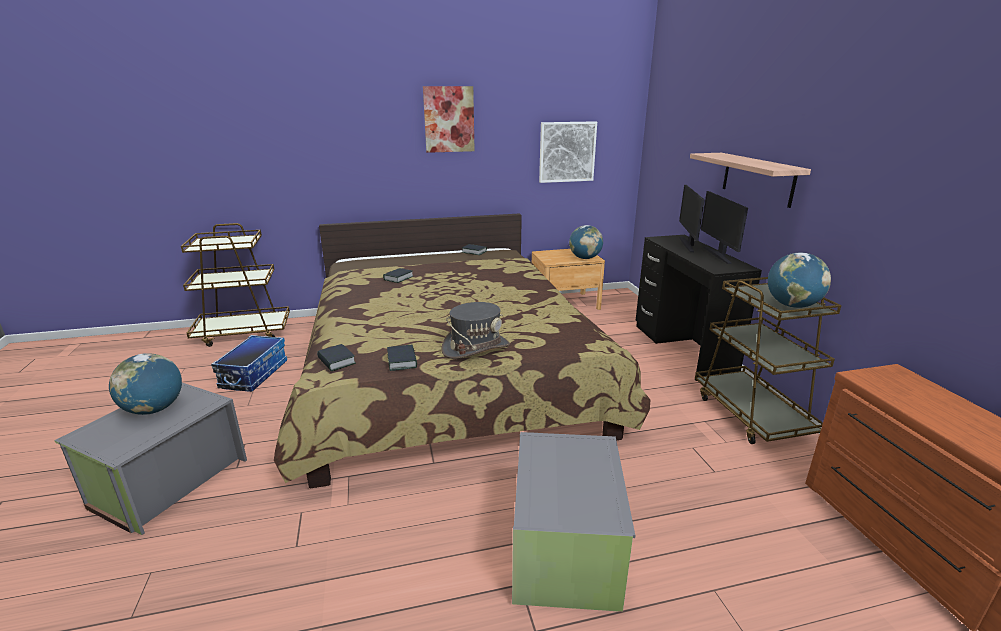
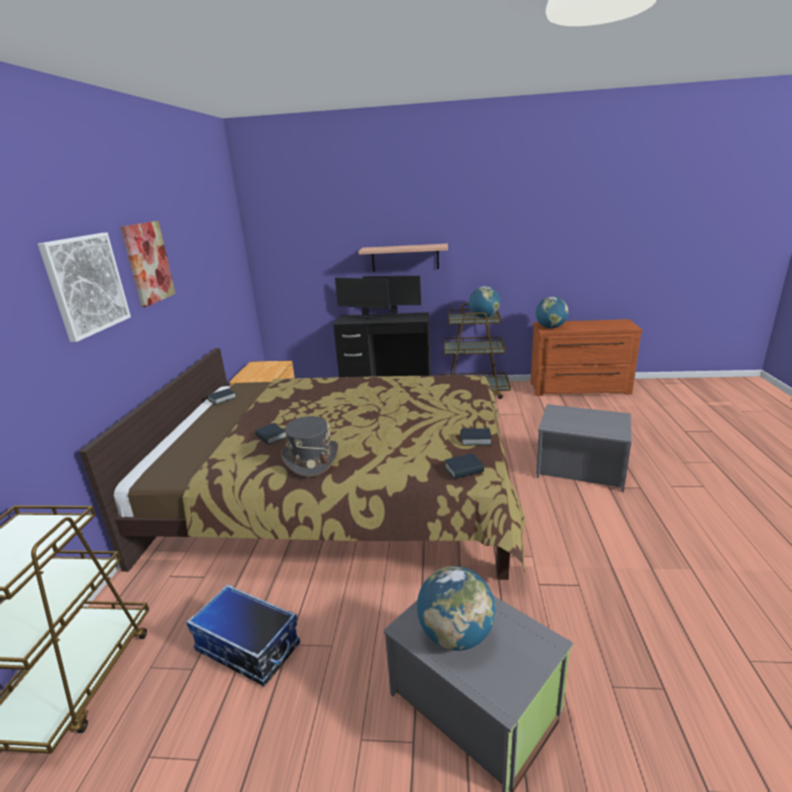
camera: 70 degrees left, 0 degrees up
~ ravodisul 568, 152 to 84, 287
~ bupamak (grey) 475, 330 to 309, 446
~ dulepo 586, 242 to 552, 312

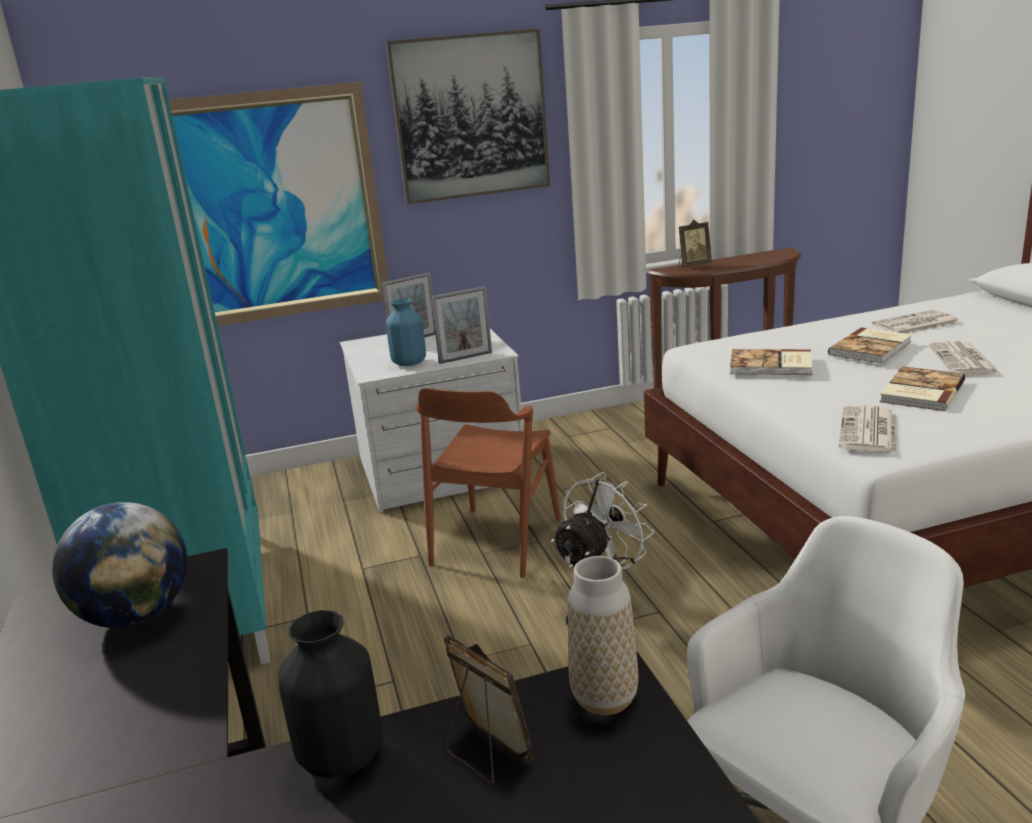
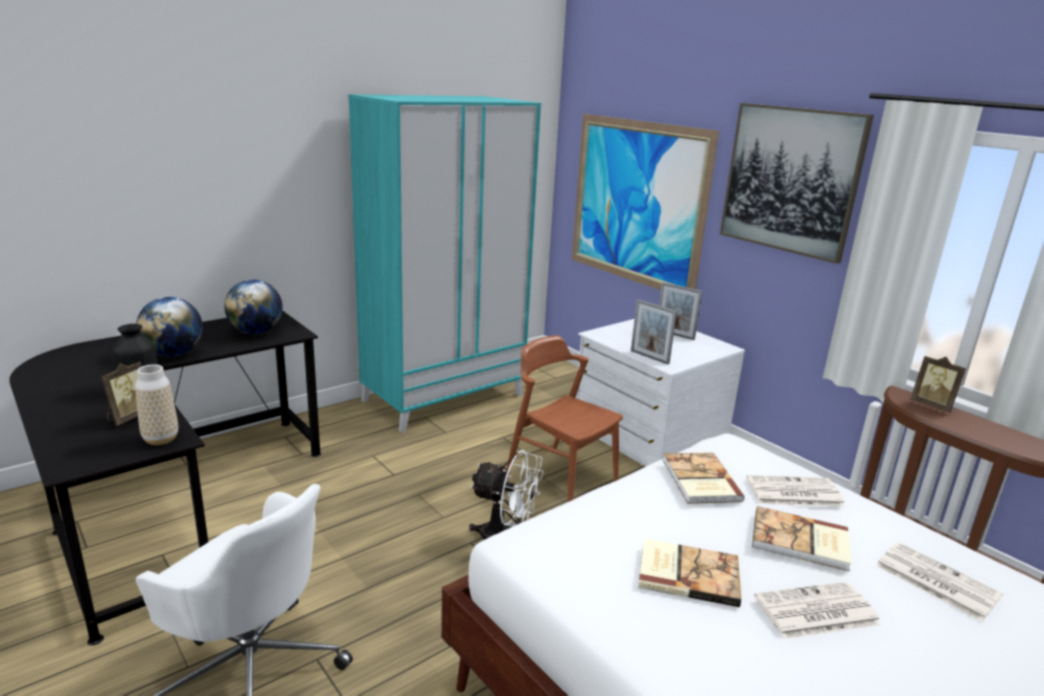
camera: 65 degrees right, 0 degrees up
+ dulepo 169, 327
~ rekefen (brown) 488, 483 = 564, 418 45 degrees clockwise
~ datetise 868, 429 to 795, 491
- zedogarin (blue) 406, 332

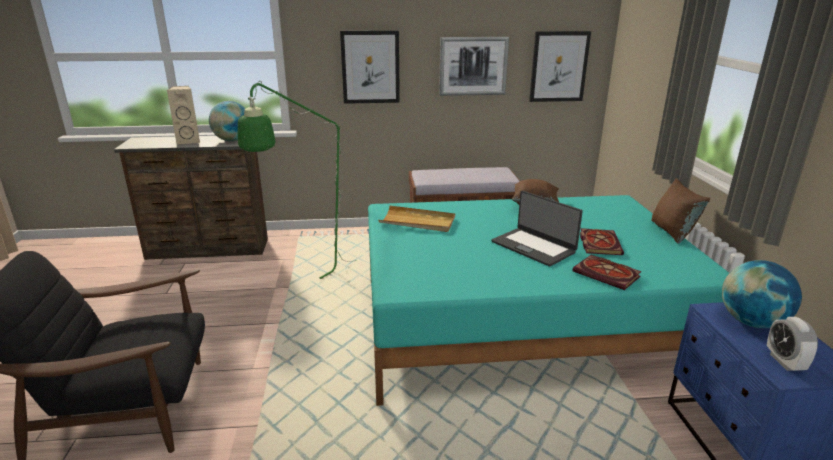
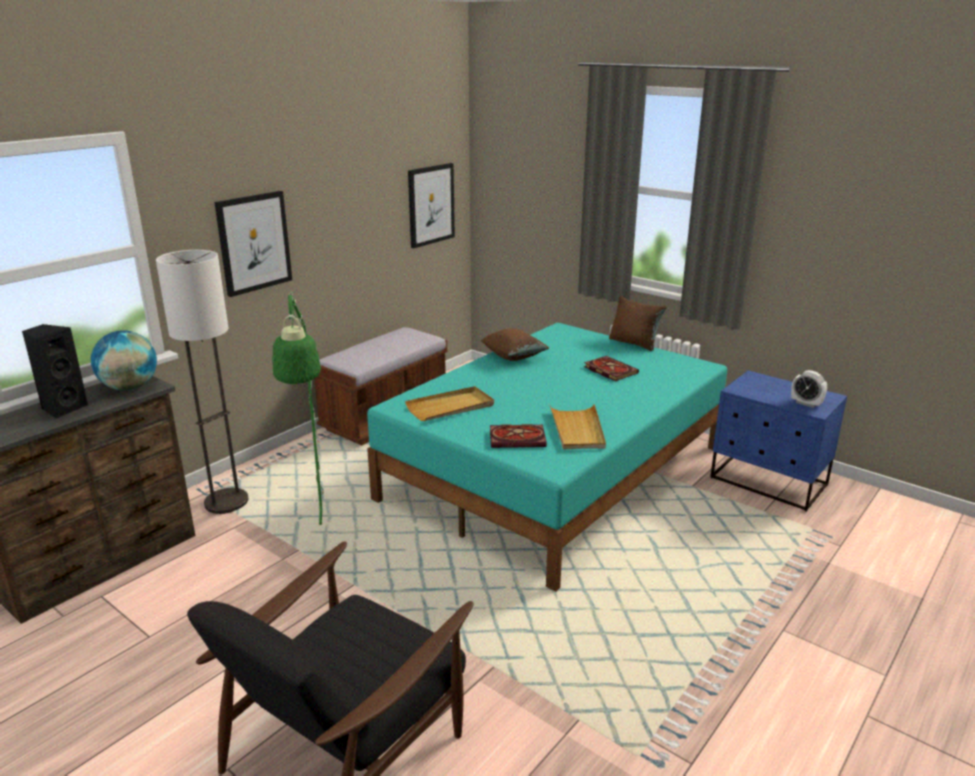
camera: 45 degrees left, 0 degrees up
~ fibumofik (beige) 183, 115 to fibumofik (black) 55, 371
+ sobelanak 202, 382
~ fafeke 607, 272 to 518, 436
+ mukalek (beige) 578, 426
- ravodisul 474, 66
- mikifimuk 537, 228
- dulepo 762, 294

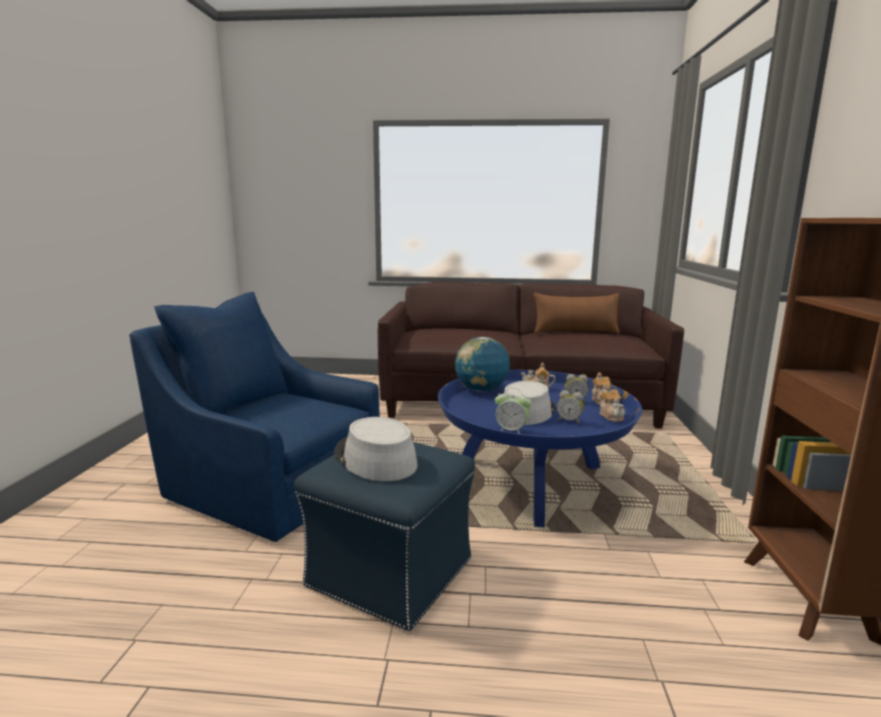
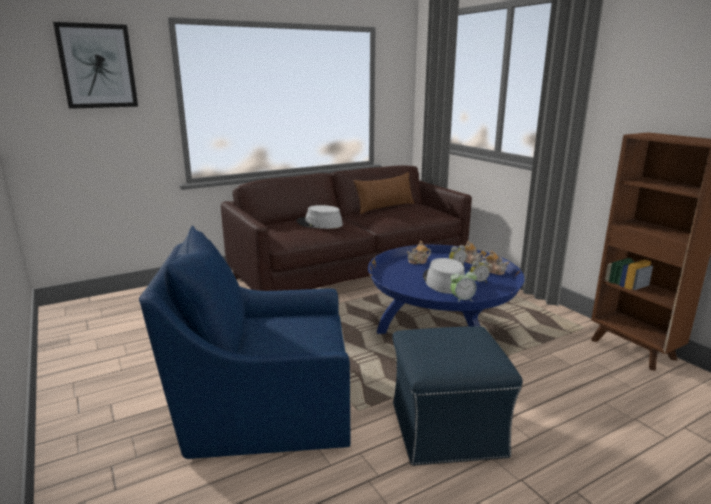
camera: 35 degrees left, 5 degrees up
+ ravodisul 95, 65
~ bupamak (grey) 375, 449 to 320, 217
- dulepo 482, 364

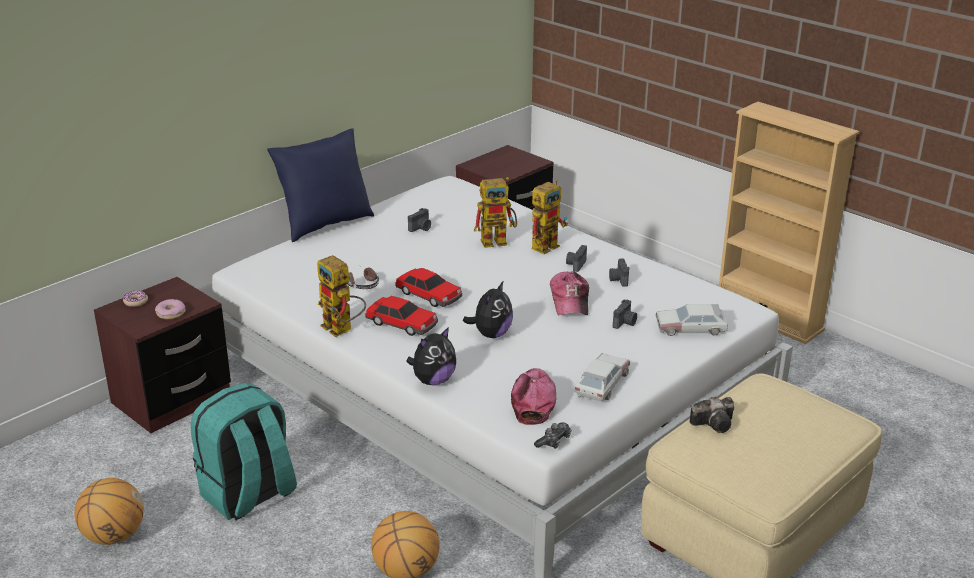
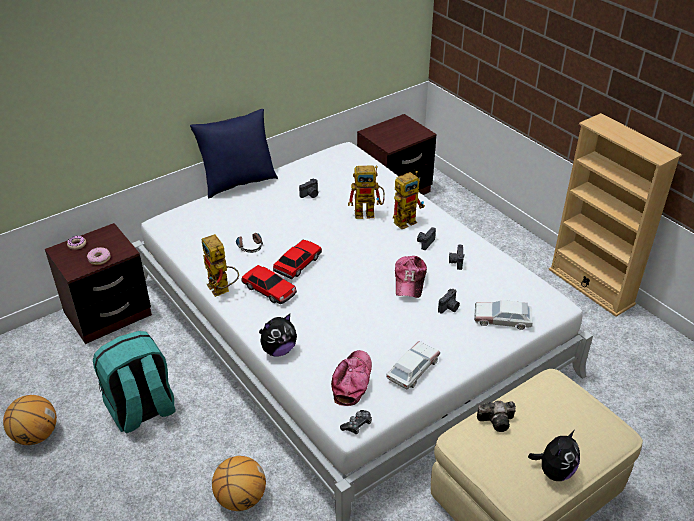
camera: 10 degrees right, 10 degrees up
~ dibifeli 428, 287 = 297, 259 105 degrees counterclockwise
~ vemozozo 488, 309 to 554, 455

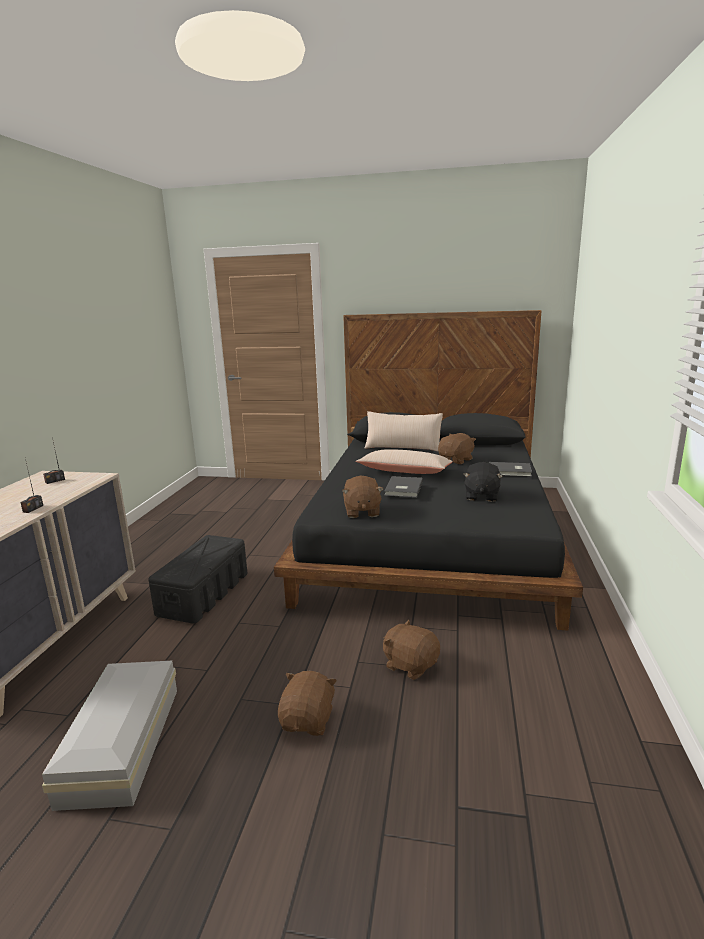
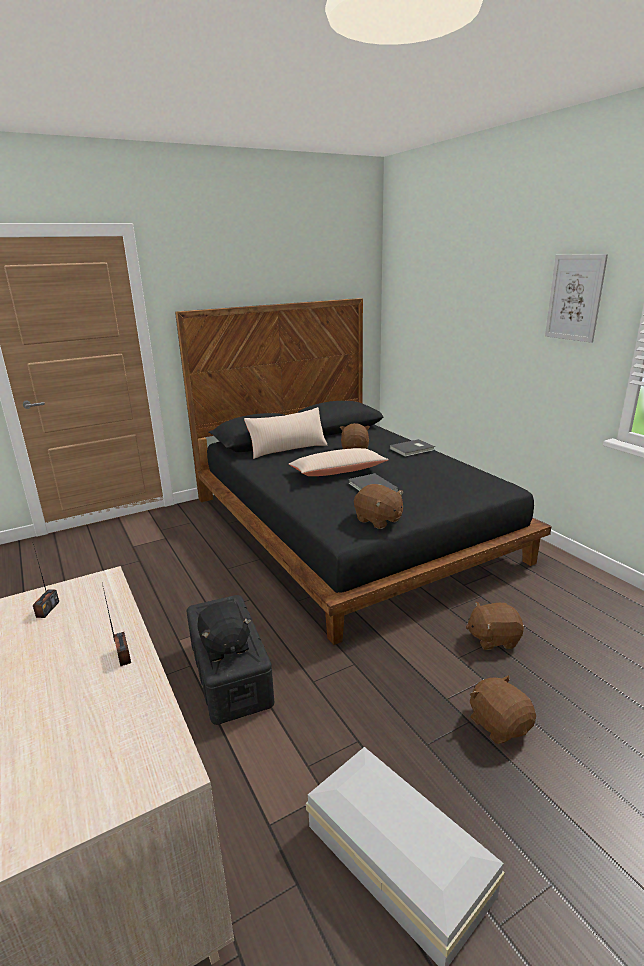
camera: 40 degrees left, 5 degrees up
~ vemozozo (black) 483, 482 to 224, 632
+ ravodisul 576, 298

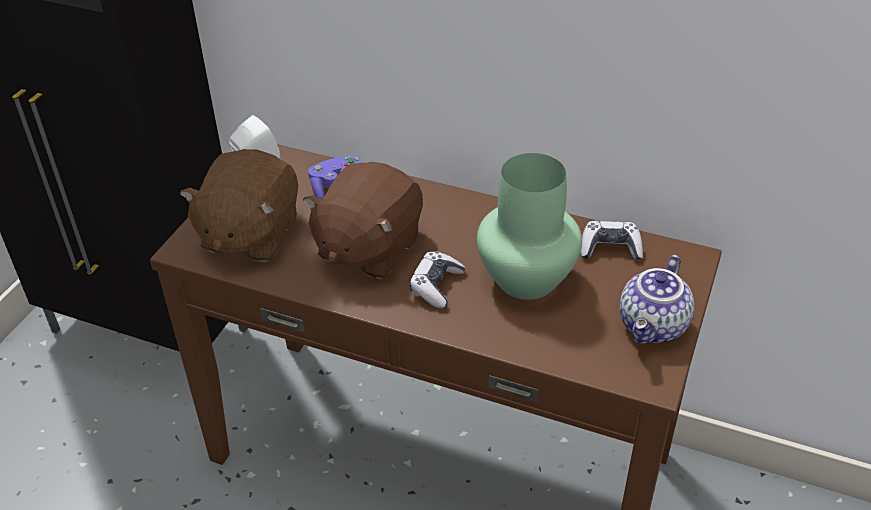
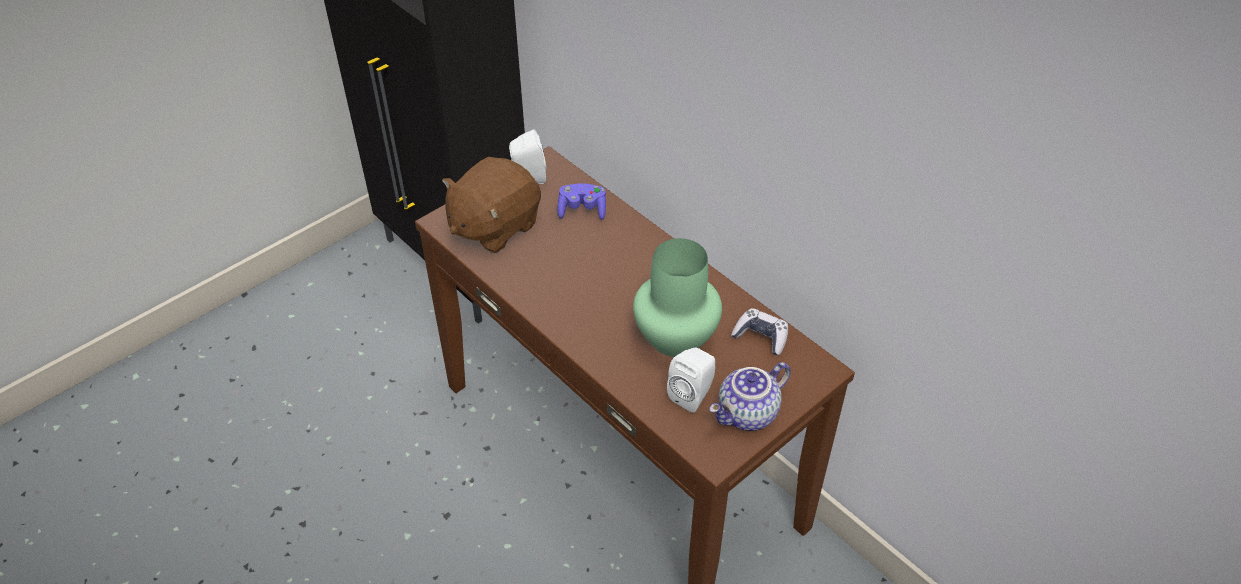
camera: 25 degrees right, 5 degrees up
+ fibumofik (white) 691, 380
- vemozozo (brown) 363, 220
- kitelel 437, 279

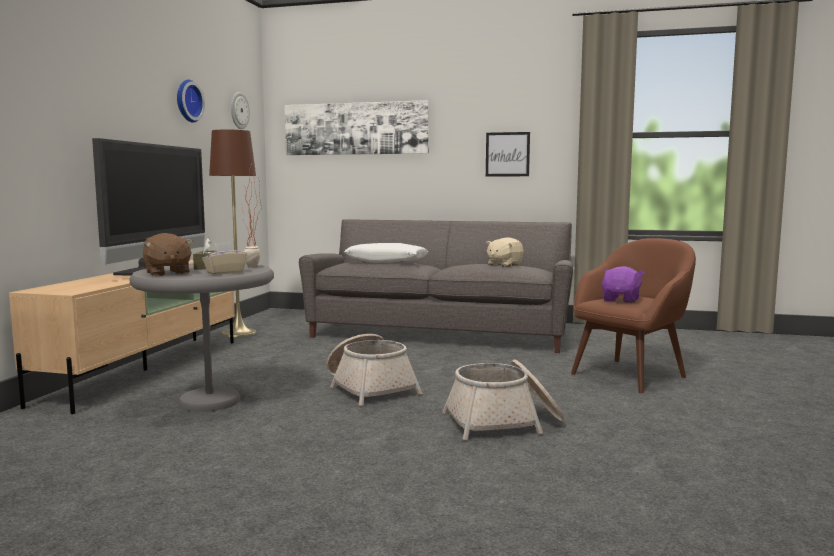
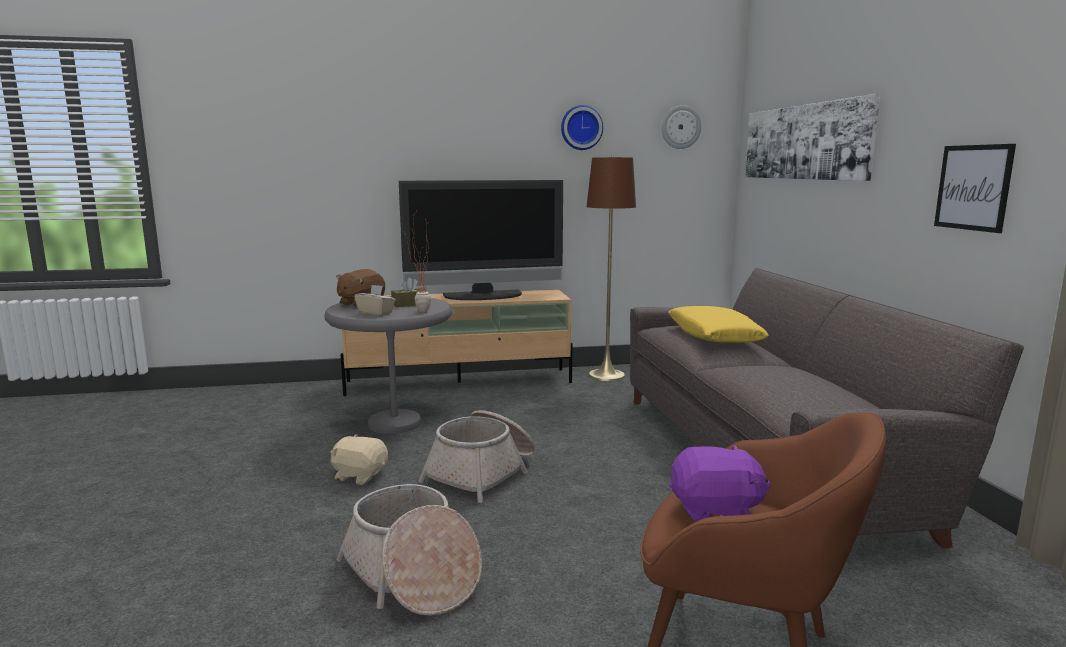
camera: 65 degrees right, 5 degrees up
~ vemozozo (beige) 505, 252 to 359, 459
~ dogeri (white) 386, 253 to dogeri (yellow) 718, 324

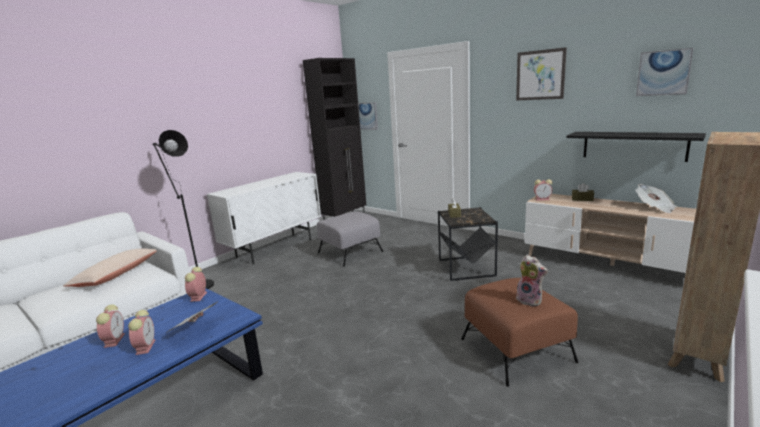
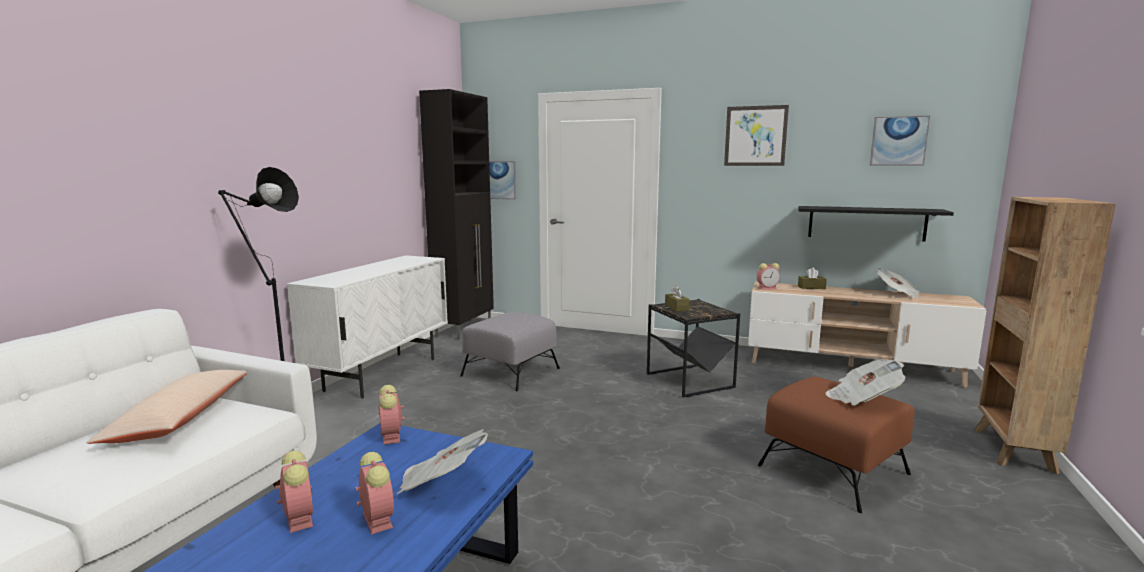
camera: 20 degrees left, 5 degrees down
~ vemozozo 532, 281 to datetise 865, 382

